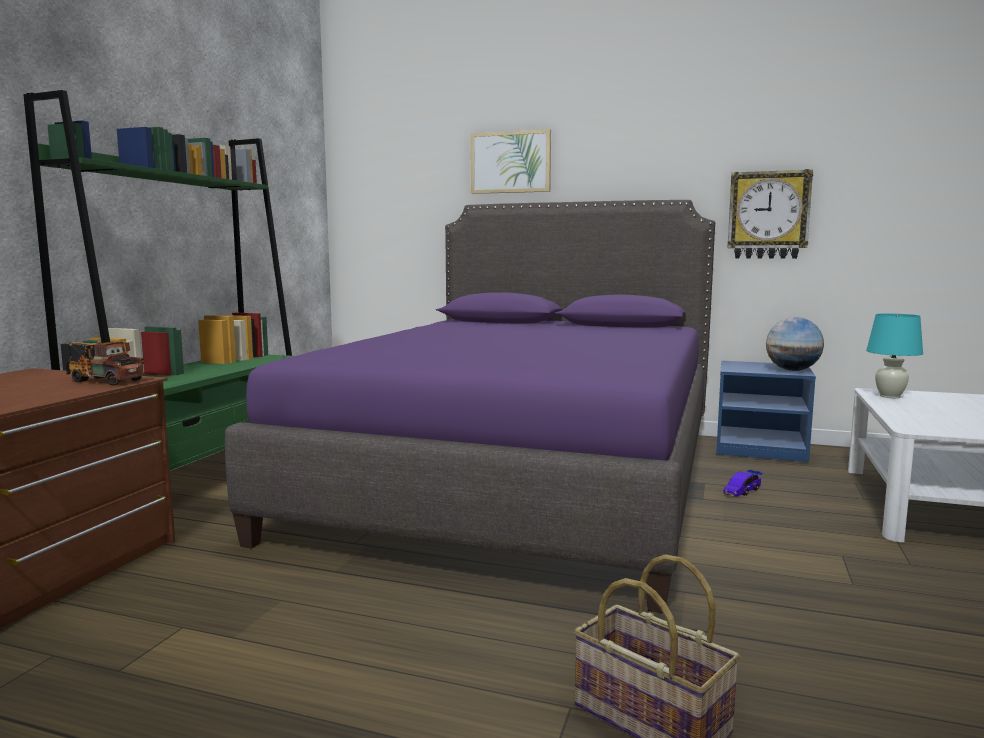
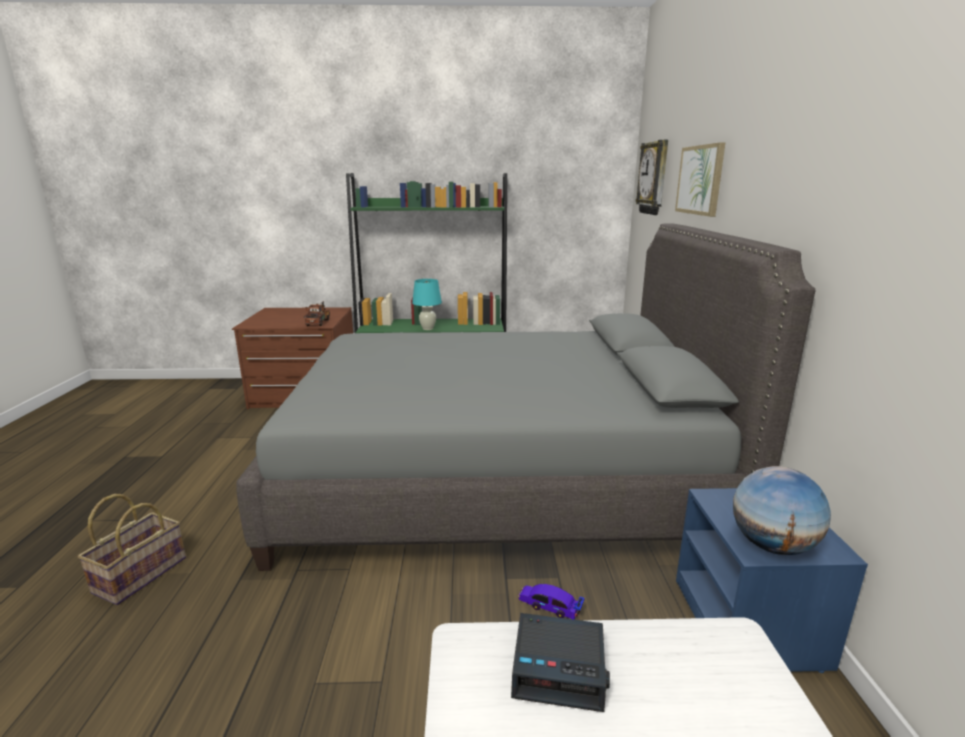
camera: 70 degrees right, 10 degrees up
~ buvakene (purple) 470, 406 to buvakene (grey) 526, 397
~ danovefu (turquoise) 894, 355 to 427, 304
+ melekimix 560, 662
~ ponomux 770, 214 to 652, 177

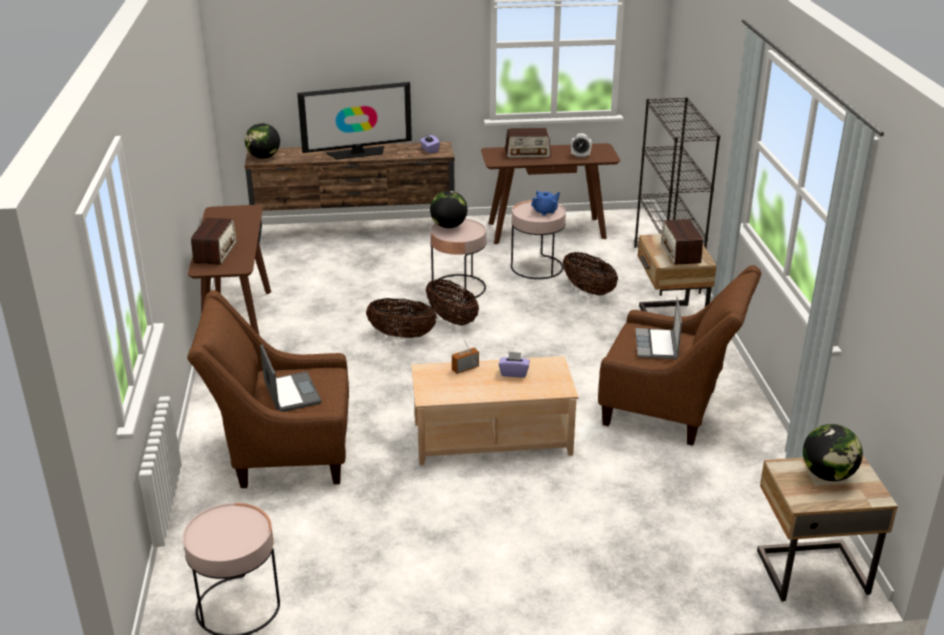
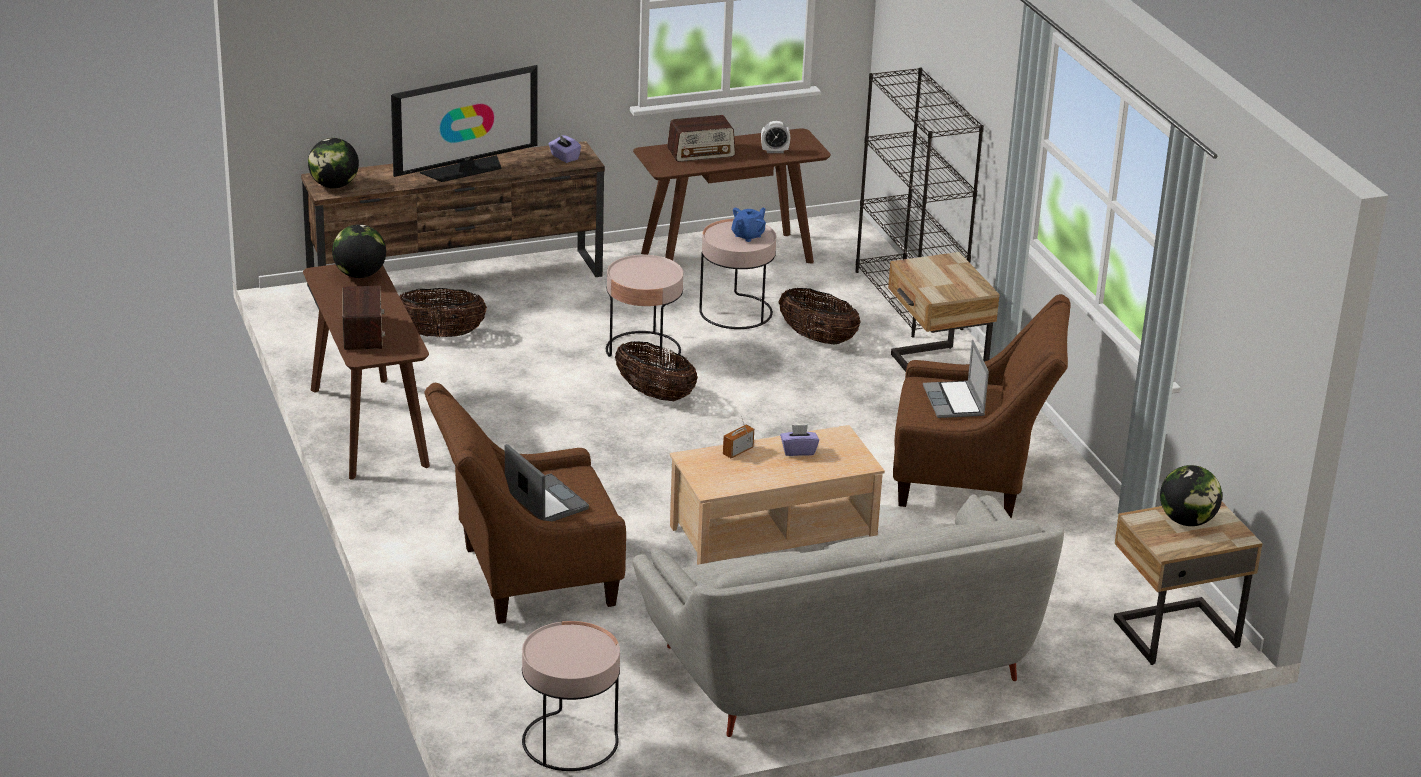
camera: 15 degrees left, 0 degrees up
~ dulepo 449, 209 to 359, 251
~ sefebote 401, 318 to 443, 312
+ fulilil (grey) 848, 615
- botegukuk 682, 242

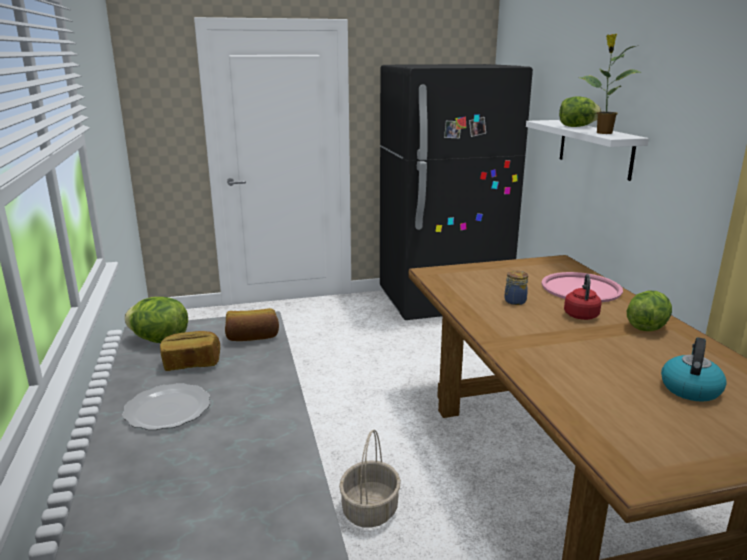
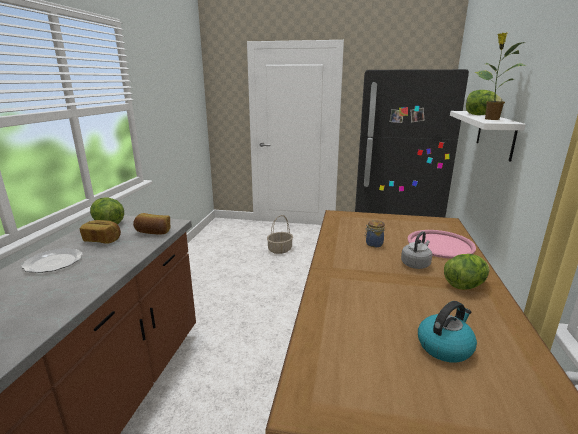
camera: 25 degrees right, 0 degrees up
~ sefebote 370, 478 to 280, 234
~ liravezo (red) 583, 297 to liravezo (grey) 416, 250

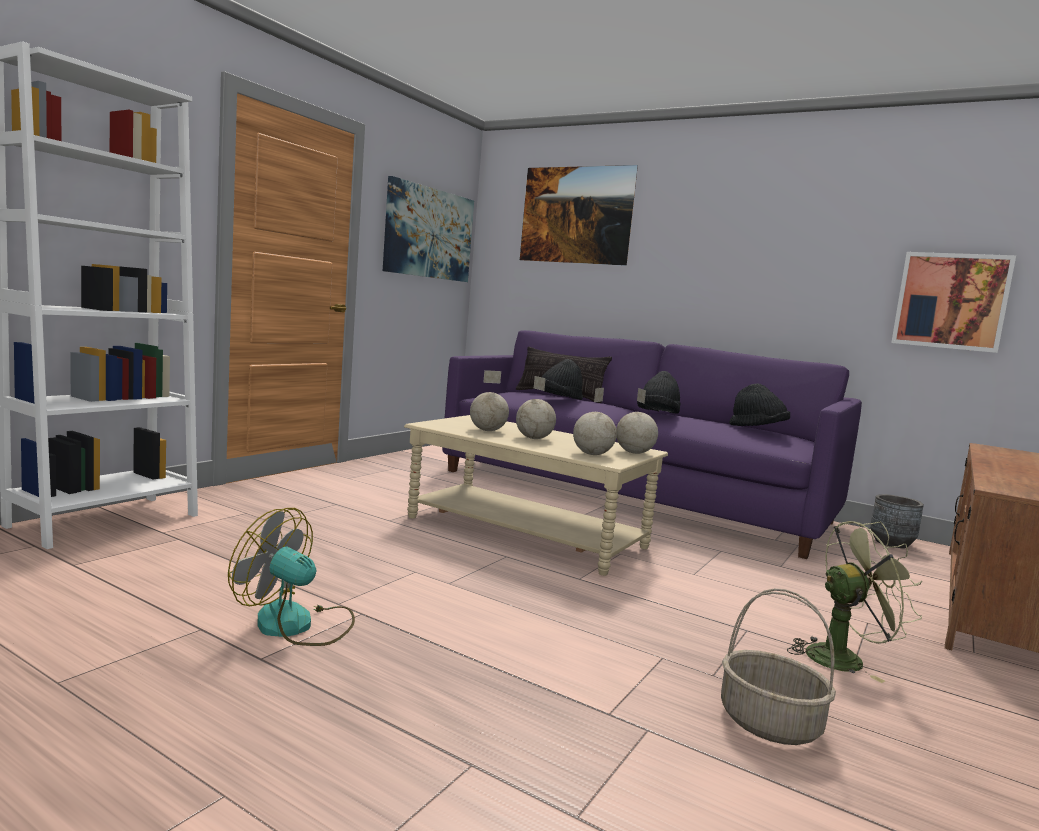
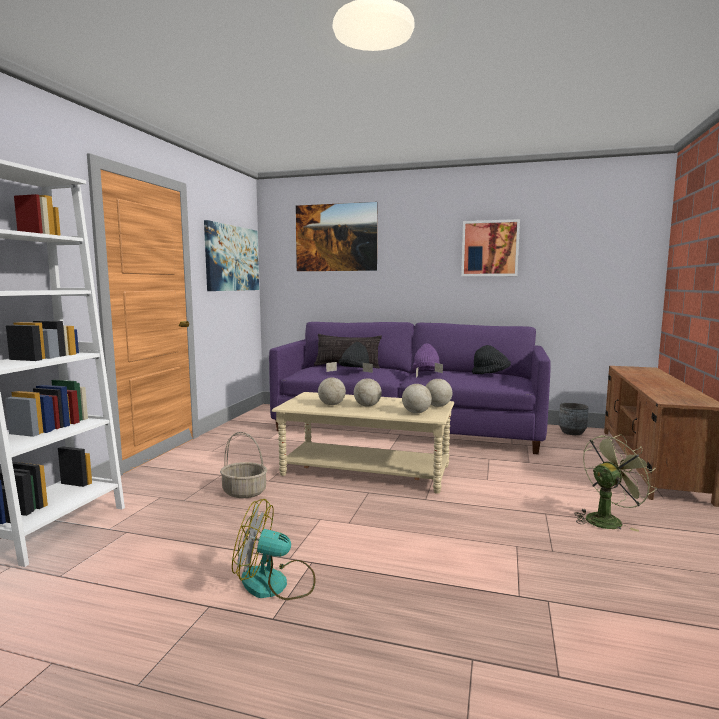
camera: 15 degrees left, 0 degrees up
~ sefebote 778, 666 to 243, 465
~ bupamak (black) 659, 392 to bupamak (purple) 426, 356
~ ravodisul 953, 302 to 490, 247

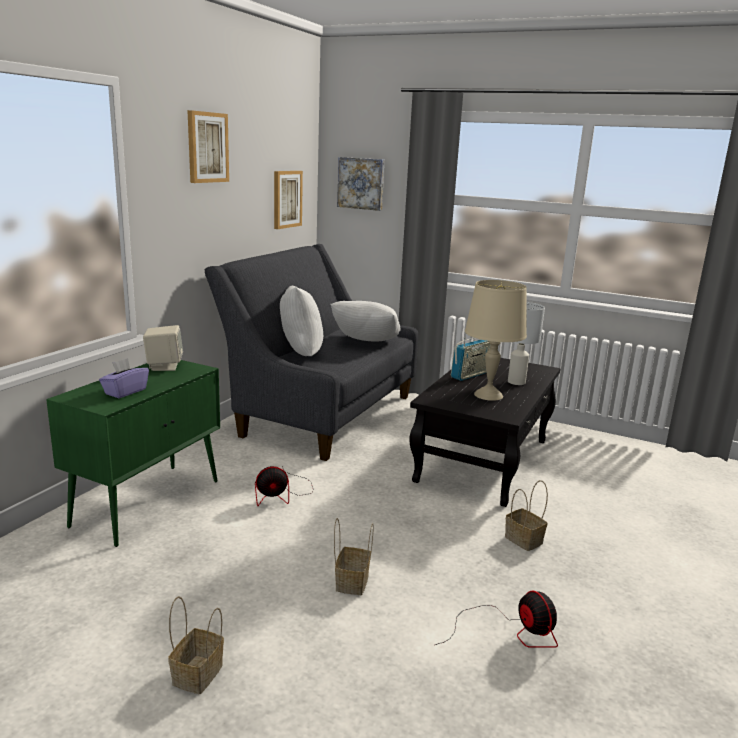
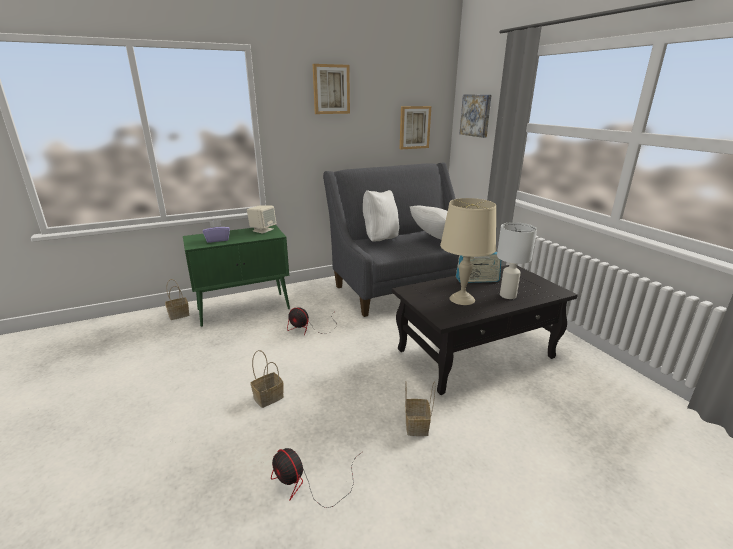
camera: 40 degrees right, 5 degrees up
~ sefebote 196, 645 to 177, 299
~ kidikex 496, 619 = 316, 478 120 degrees clockwise

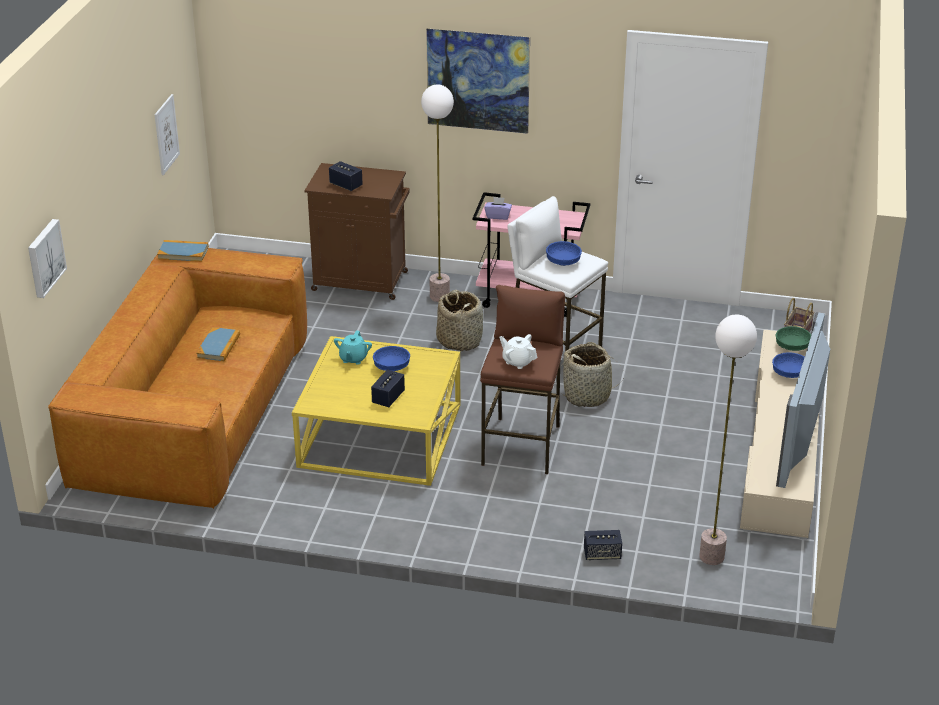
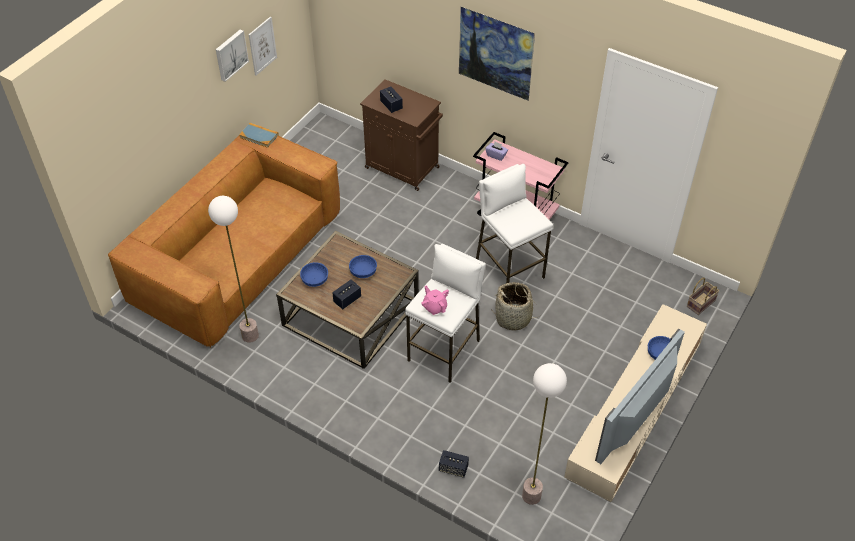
camera: 20 degrees right, 15 degrees up
~ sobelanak 437, 193 to 233, 269
~ ravodisul 47, 258 to 232, 55
~ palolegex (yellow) 376, 411 to palolegex (brown) 347, 300
~ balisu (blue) 564, 253 to 314, 274
~ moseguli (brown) 522, 379 to moseguli (white) 445, 313
~ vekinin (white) 518, 351 to vekinin (pink) 435, 300
- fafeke 218, 344
- vekinin (turquoise) 353, 347
- sefebote 459, 320
- balisu (green) 793, 338

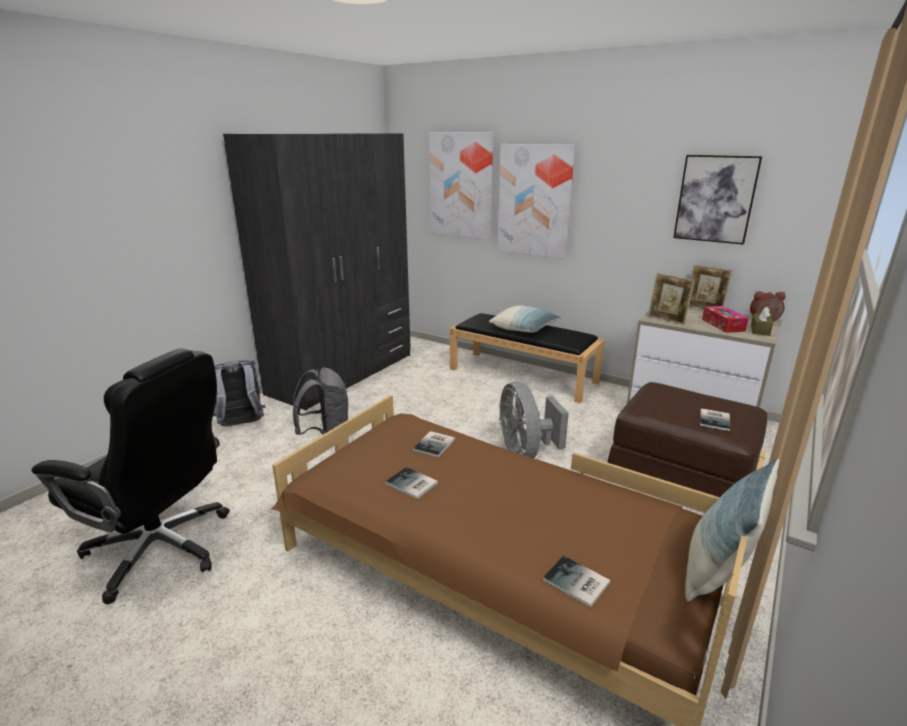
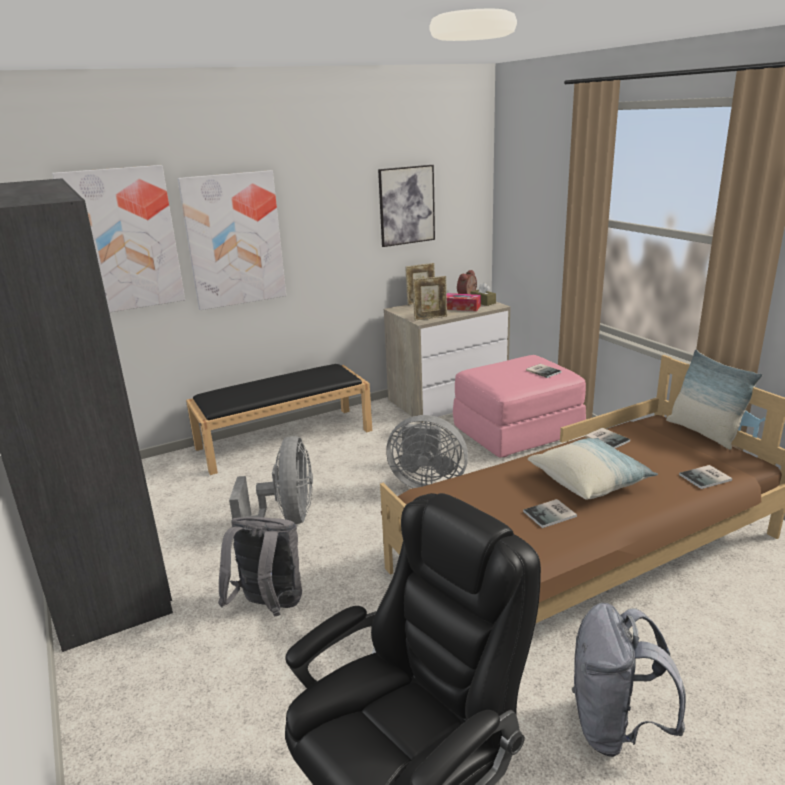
camera: 60 degrees left, 0 degrees up
+ kidikex (grey) 271, 480
~ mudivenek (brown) 687, 439 to mudivenek (pink) 519, 406
~ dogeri 525, 319 to 593, 469
~ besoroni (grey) 239, 393 to 629, 680
~ fafeke 434, 444 to 607, 438

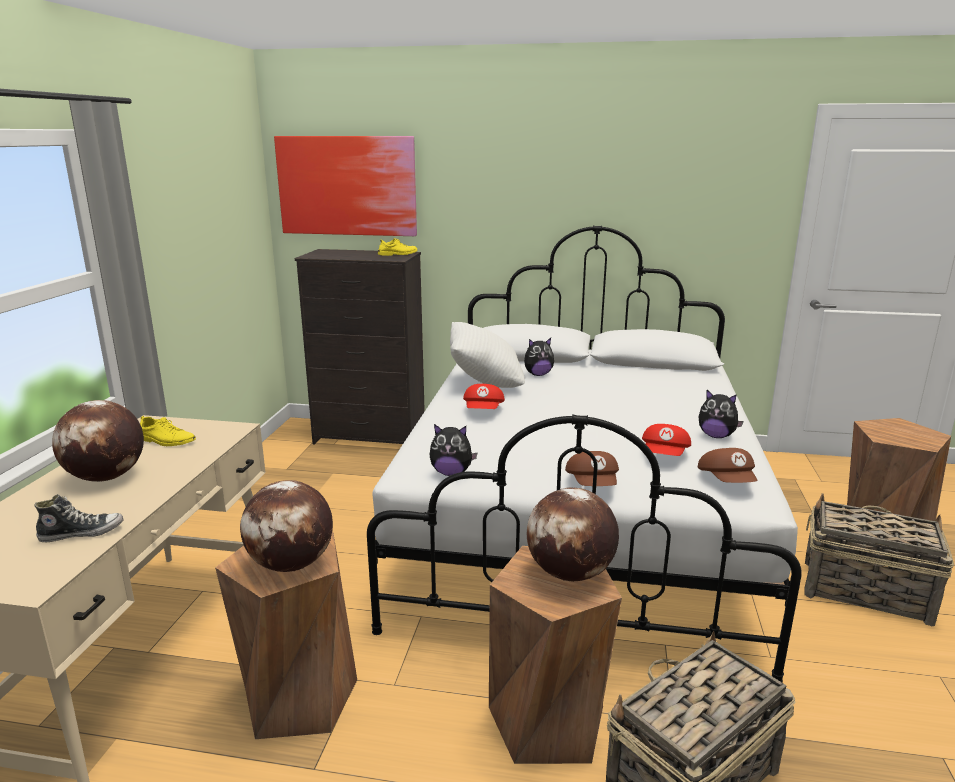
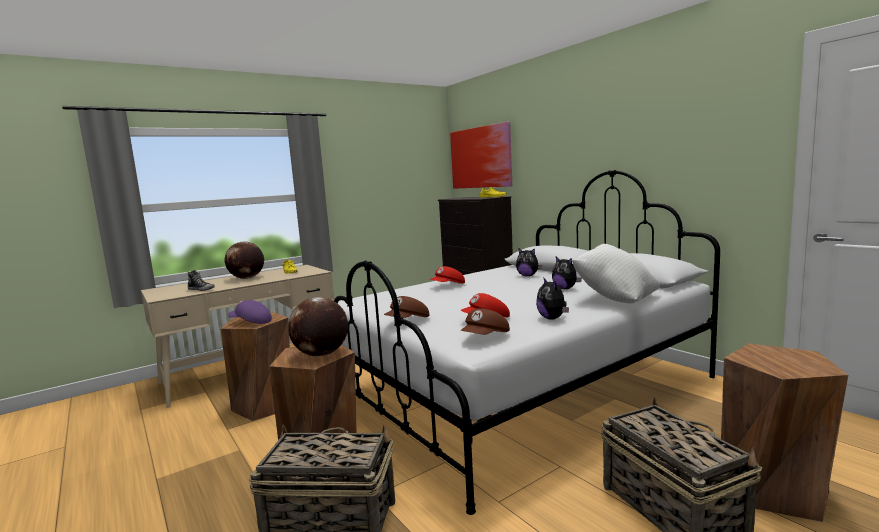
camera: 45 degrees right, 10 degrees down
~ dulepo 286, 526 to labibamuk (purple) 250, 312
~ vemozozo 454, 450 to 567, 273
~ dogeri (white) 487, 355 to 616, 274

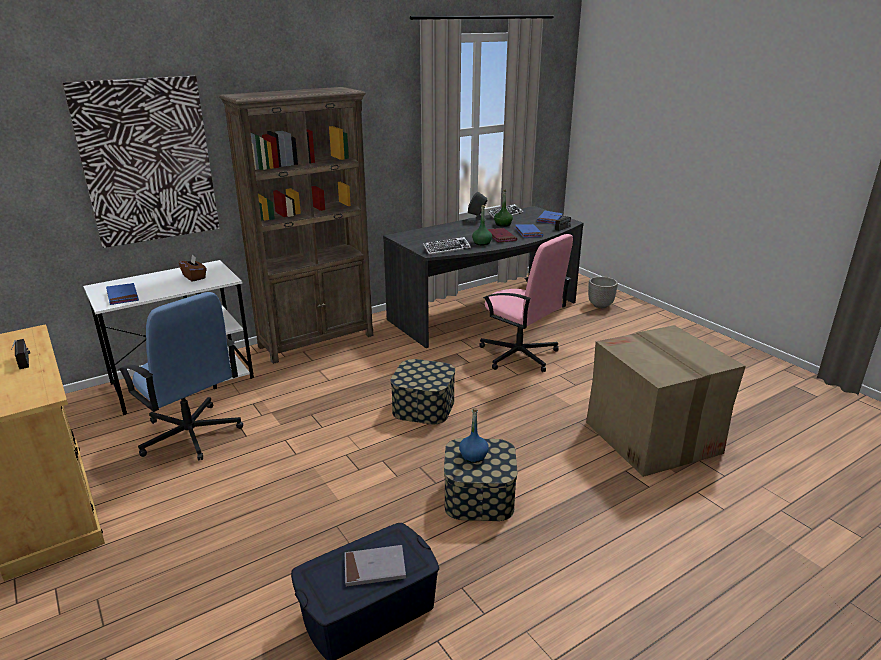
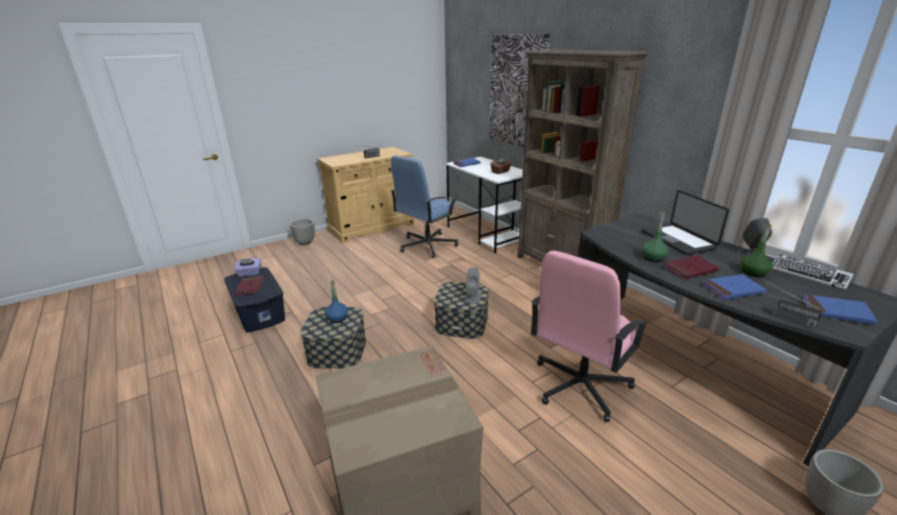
camera: 90 degrees right, 0 degrees up
+ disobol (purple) 247, 267
~ fafeke (grey) 375, 566 to fafeke (red) 250, 285
+ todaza 302, 232
+ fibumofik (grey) 473, 285
+ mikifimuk 685, 222
- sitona 447, 246

